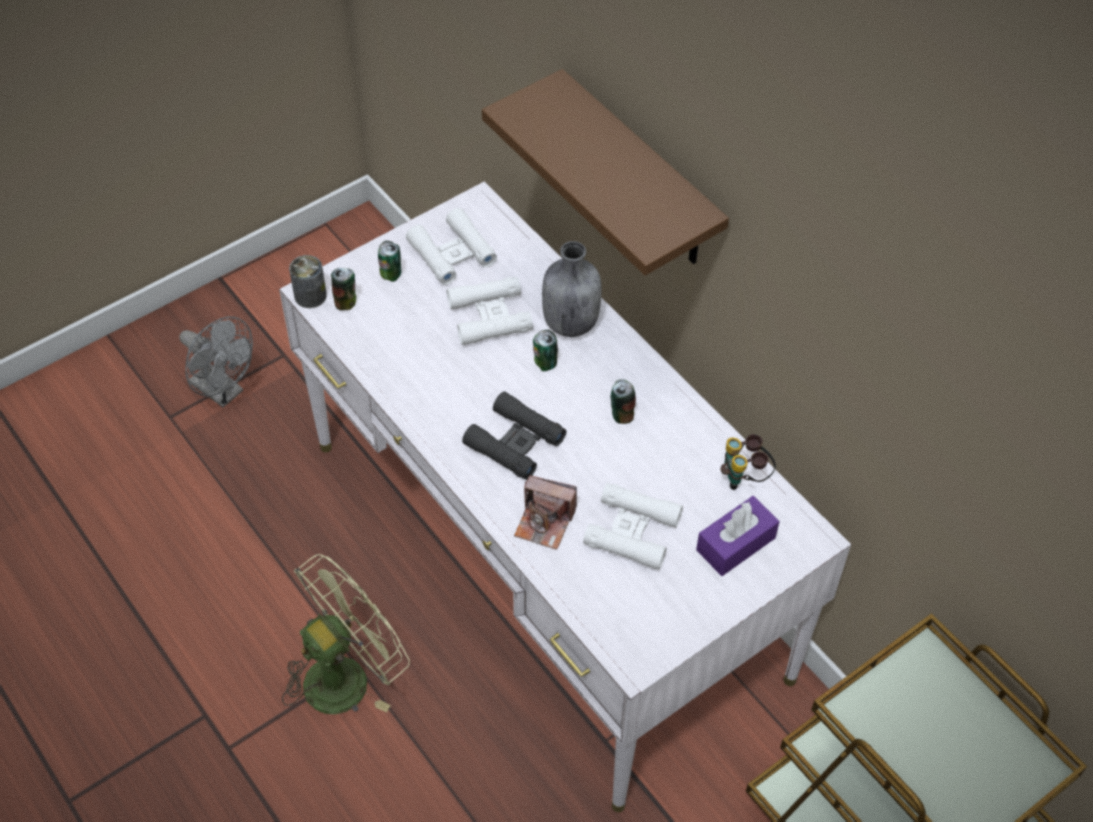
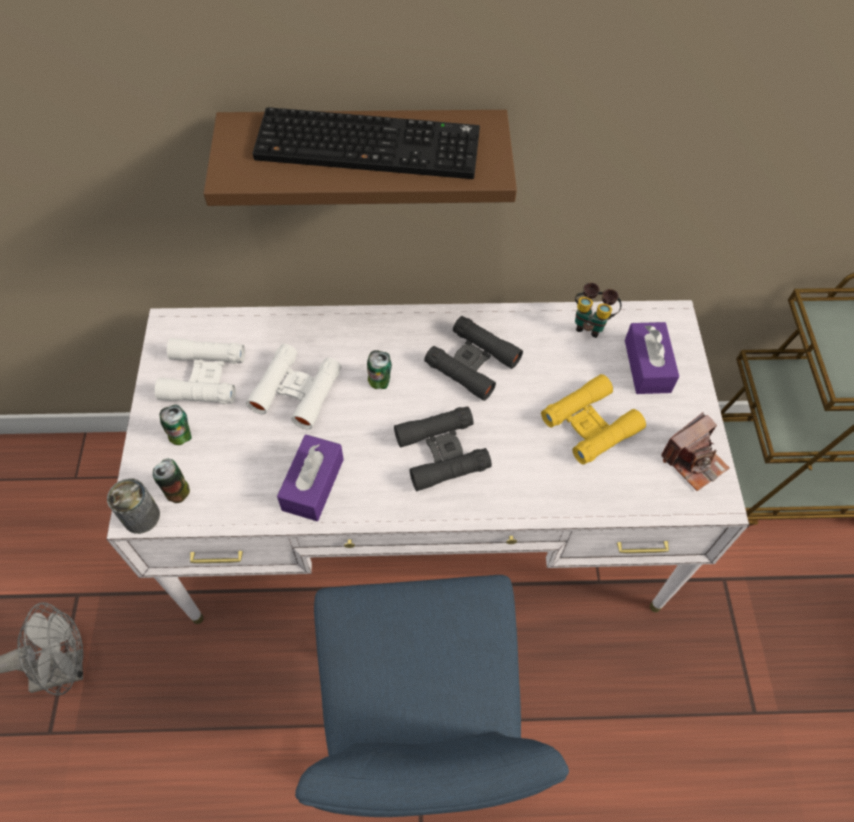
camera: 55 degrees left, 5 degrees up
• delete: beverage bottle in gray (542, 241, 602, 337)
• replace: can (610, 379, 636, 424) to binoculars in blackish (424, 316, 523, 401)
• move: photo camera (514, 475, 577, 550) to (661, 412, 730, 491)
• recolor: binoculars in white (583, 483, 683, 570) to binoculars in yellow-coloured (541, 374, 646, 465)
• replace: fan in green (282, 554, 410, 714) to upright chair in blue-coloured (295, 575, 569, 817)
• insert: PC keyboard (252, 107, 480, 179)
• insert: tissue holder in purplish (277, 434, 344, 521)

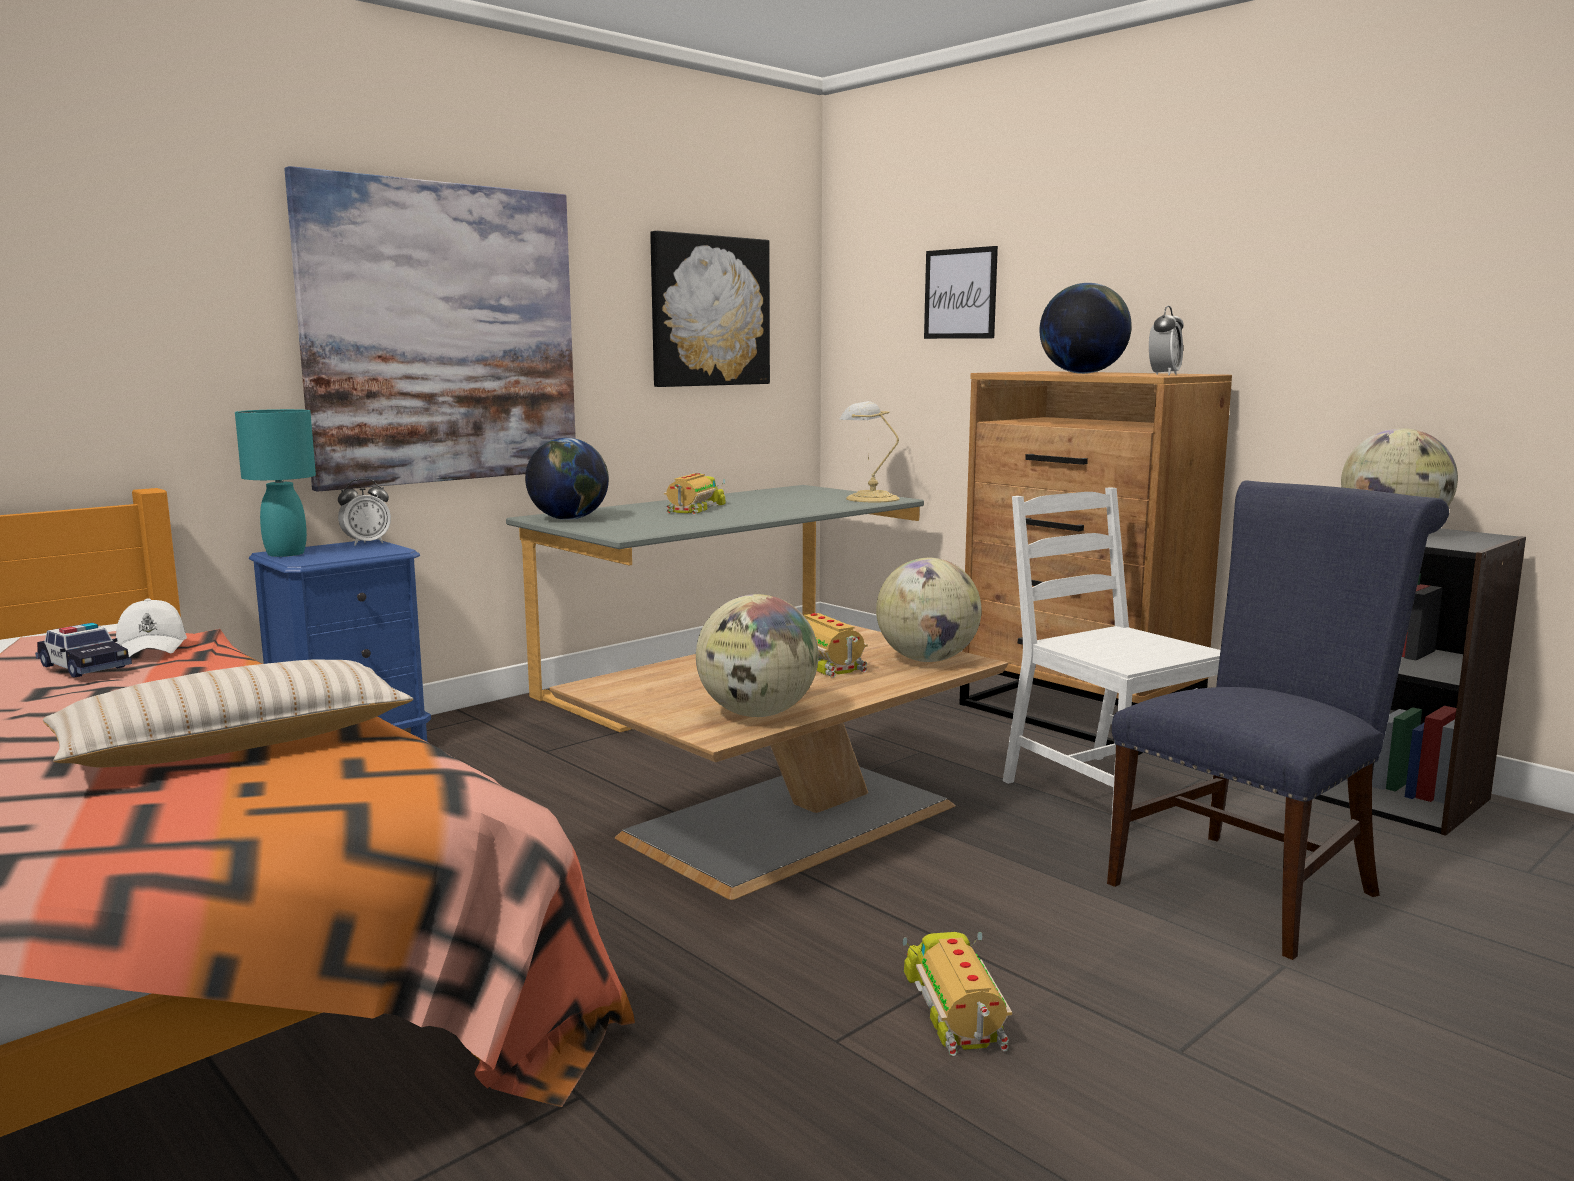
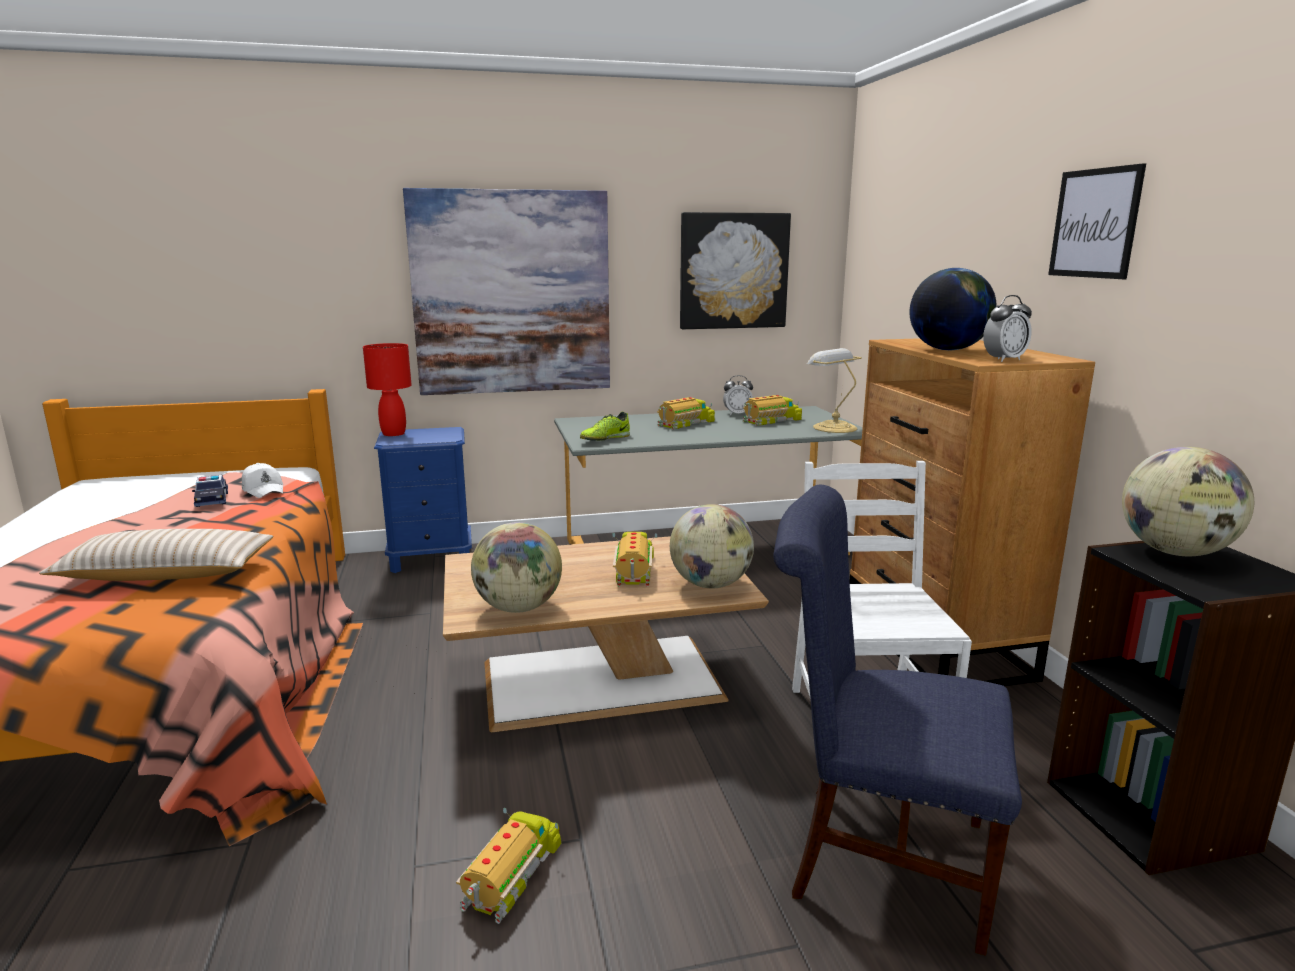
camera: 30 degrees right, 5 degrees up
• move: wall art (924, 246, 998, 339) to (1048, 163, 1146, 279)
• recolor: tabletop lamp in turquoise (235, 409, 316, 557) to tabletop lamp in red-coloured (363, 343, 411, 436)
• delete: globe (525, 438, 609, 520)
• move: bedside clock (338, 478, 391, 546) to (723, 375, 753, 415)
• rotate: upright chair in blue-coloured (1107, 480, 1449, 960) = (773, 485, 1022, 956) 150 degrees counterclockwise
• rotate: cap in white (116, 599, 187, 657) = (242, 463, 283, 498) 45 degrees counterclockwise
• insert: toy lorry (743, 395, 802, 426)
• insert: shoe (580, 412, 630, 441)

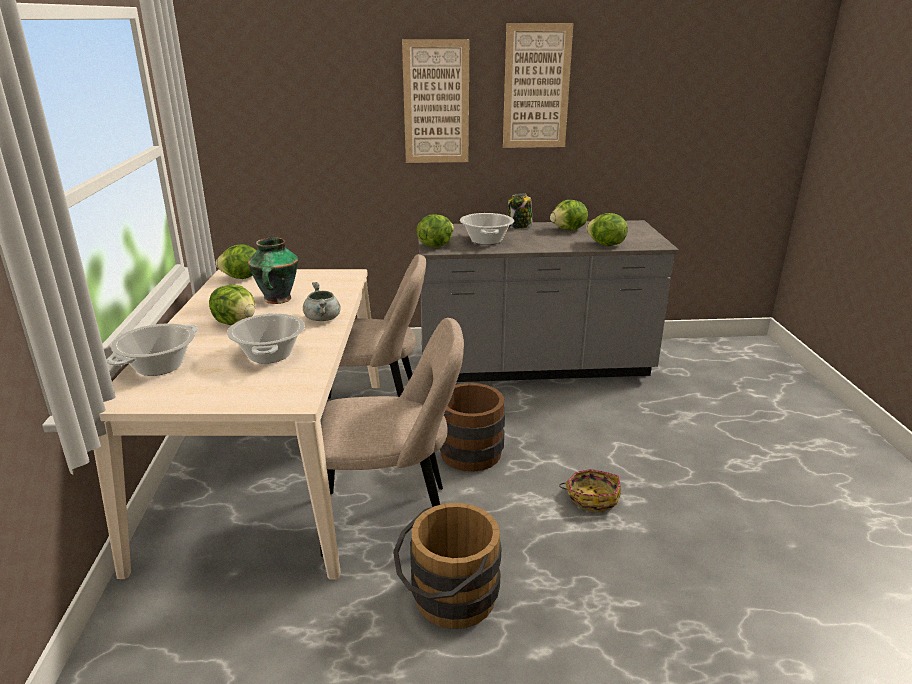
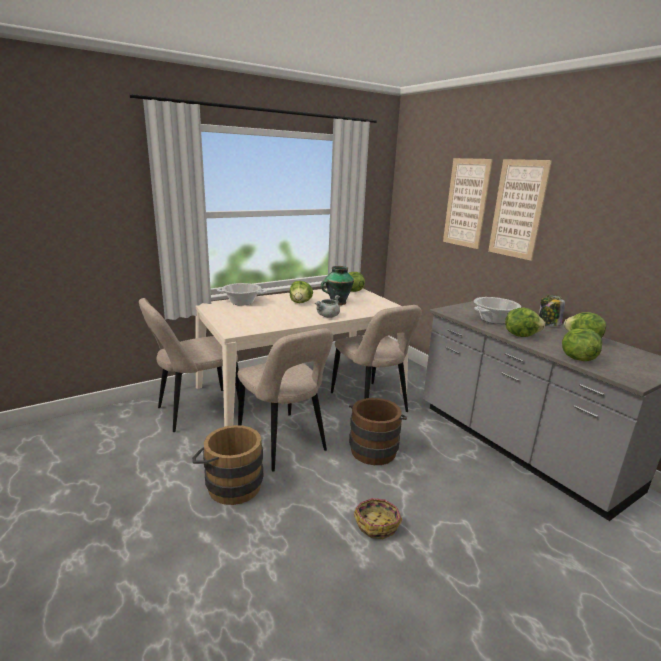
camera: 60 degrees right, 5 degrees down
• move: wall art (503, 23, 574, 148) to (443, 158, 493, 249)
• move: head of lettuce (416, 215, 454, 248) to (505, 307, 545, 337)
• delete: saucepot (227, 313, 305, 364)
• insert: upright chair in beige-coloured (139, 298, 240, 432)

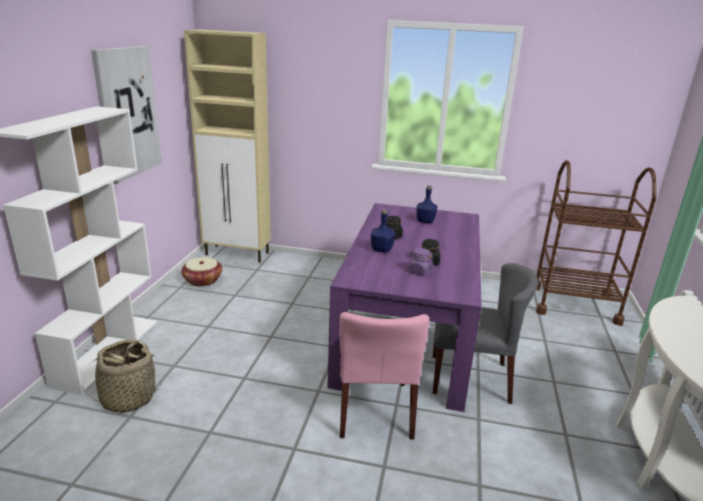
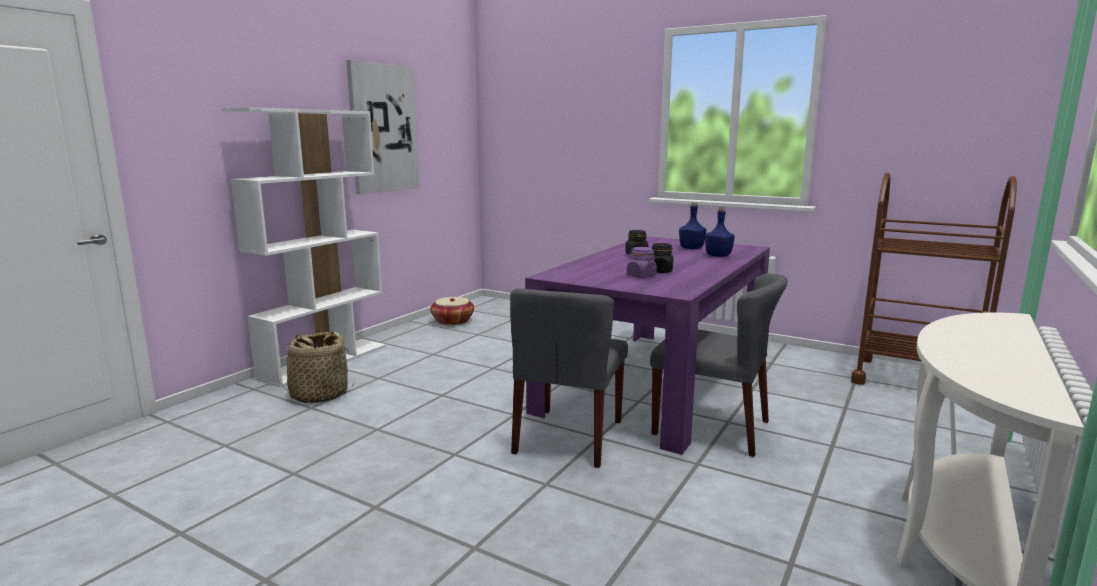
camera: 20 degrees right, 10 degrees down
• delete: cabinet in beige-coloured (184, 30, 271, 263)
• move: beverage bottle in blue-coloured (371, 209, 395, 253) to (705, 207, 735, 257)
• recolor: upright chair in pink (339, 312, 429, 440) to upright chair in gray (510, 288, 628, 468)

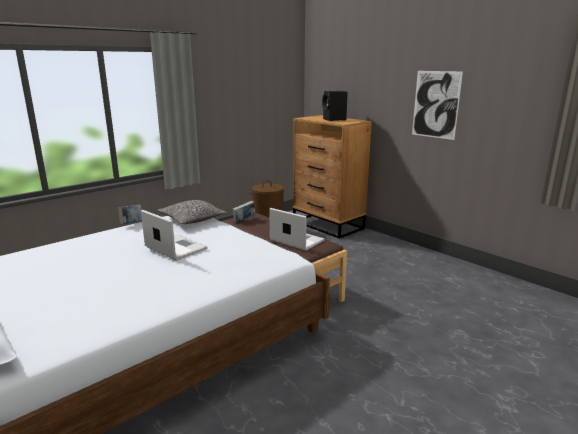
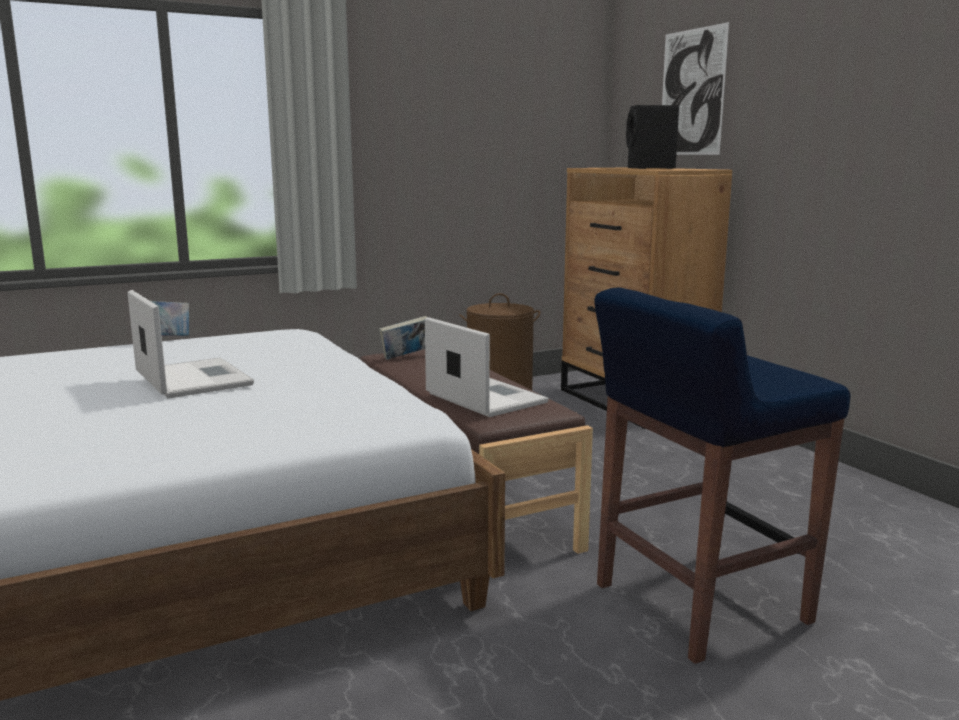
camera: 15 degrees right, 5 degrees down
• move: wall art (412, 71, 463, 140) to (662, 22, 729, 155)
• delete: pillow (158, 200, 227, 224)
• insert: stool seat in blue-coloured (594, 288, 850, 664)

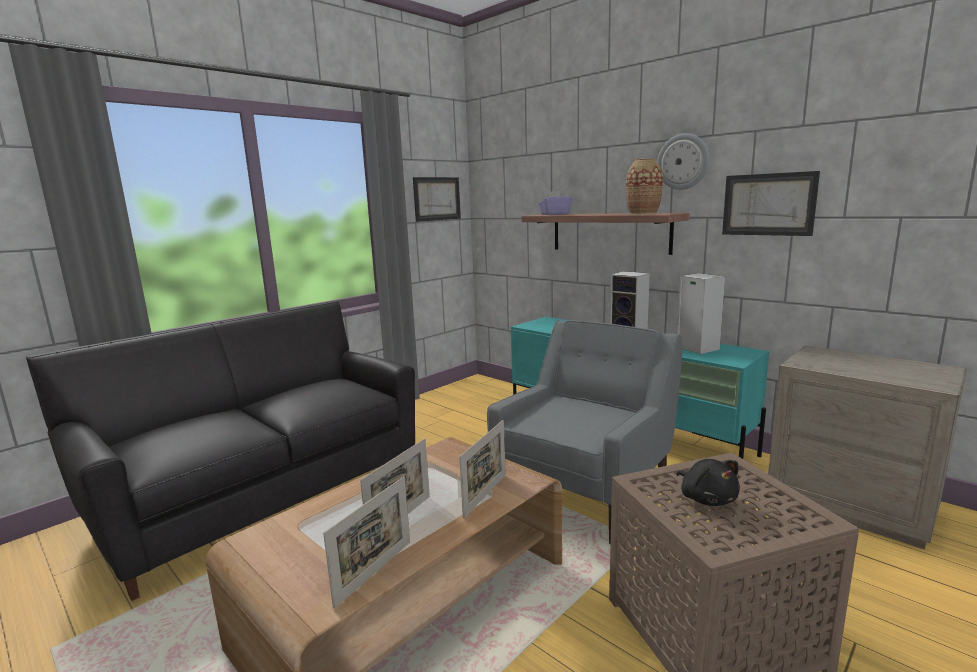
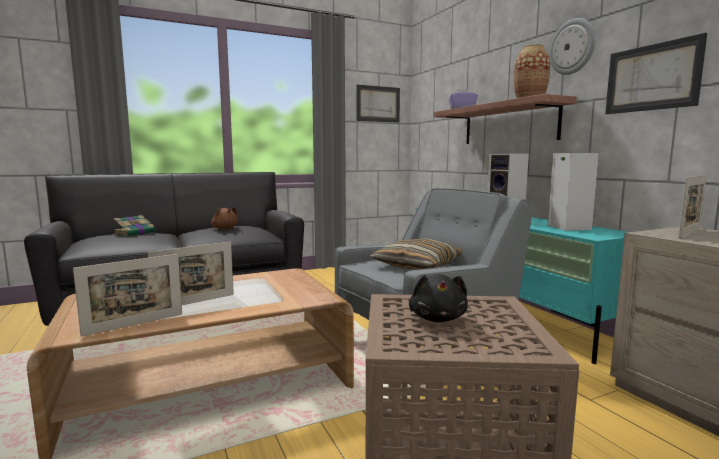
camera: 20 degrees right, 5 degrees down
• move: standing frame (459, 420, 506, 519) to (679, 175, 706, 238)
• insert: soft toy in brown-coloured (211, 207, 239, 229)
• insert: book (114, 215, 158, 236)
• insert: pillow (370, 238, 462, 270)

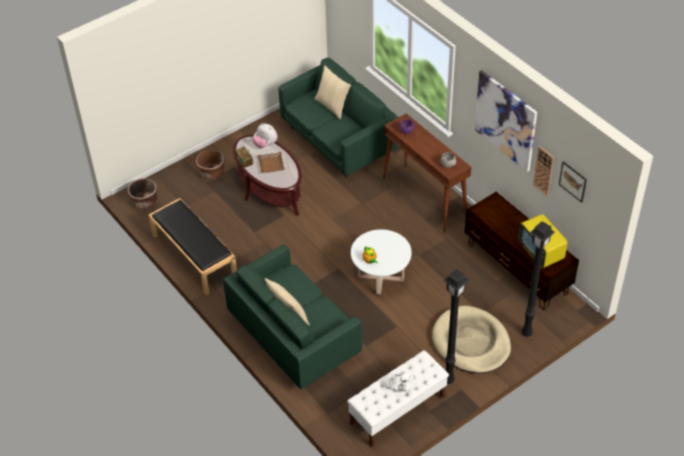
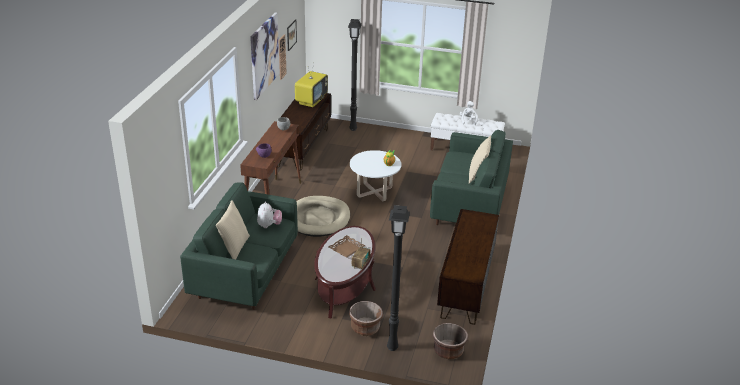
camera: 130 degrees left, 15 degrees down
• move: soft toy (253, 123, 277, 148) to (257, 202, 282, 228)
• replace: indoor bench in blackish (148, 198, 237, 296) to media console in brown-coloured (437, 209, 499, 325)
• move: standing lamp in blackish (444, 269, 470, 384) to (387, 205, 410, 351)
• move: dog bed in beige-coloured (432, 305, 511, 373) to (297, 196, 350, 237)

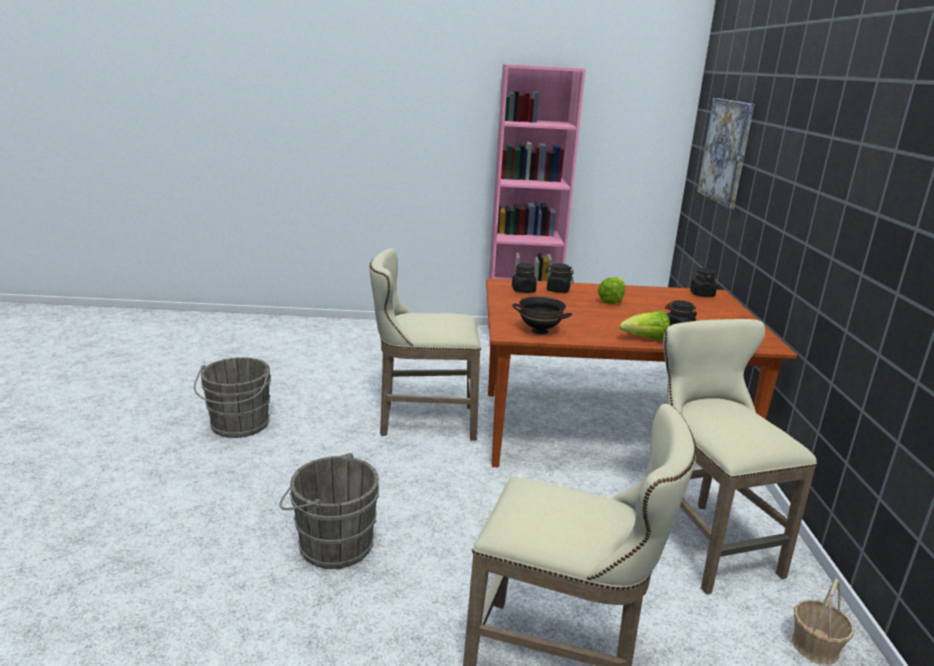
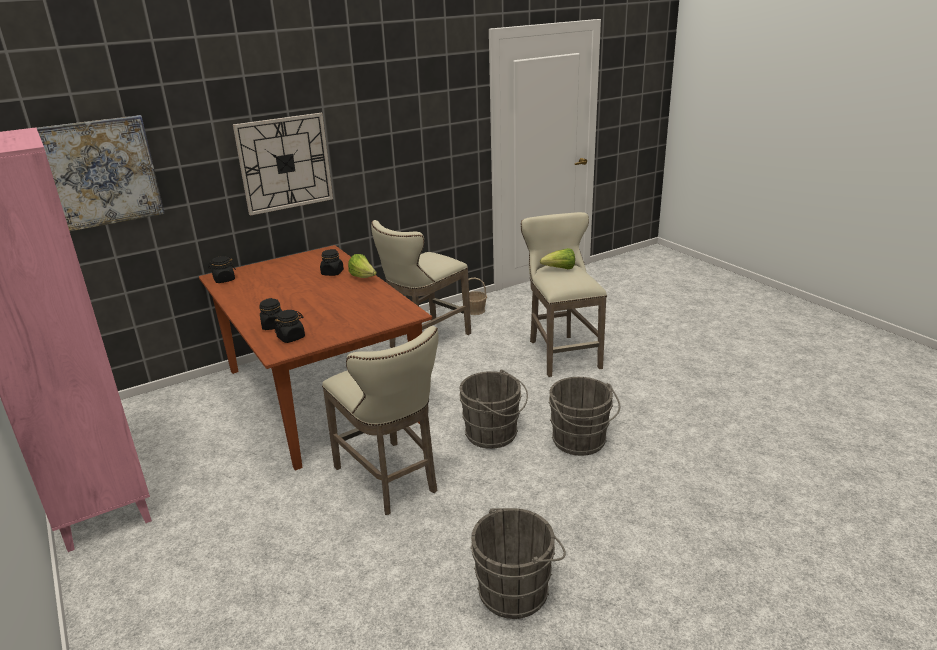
camera: 120 degrees left, 5 degrees up
• move: head of lettuce (598, 277, 625, 304) to (540, 248, 575, 269)
• delete: serving bowl in blackish (512, 296, 572, 334)
• insert: clock on the wall (233, 113, 333, 216)
• insert: bucket in gray (460, 370, 528, 449)

